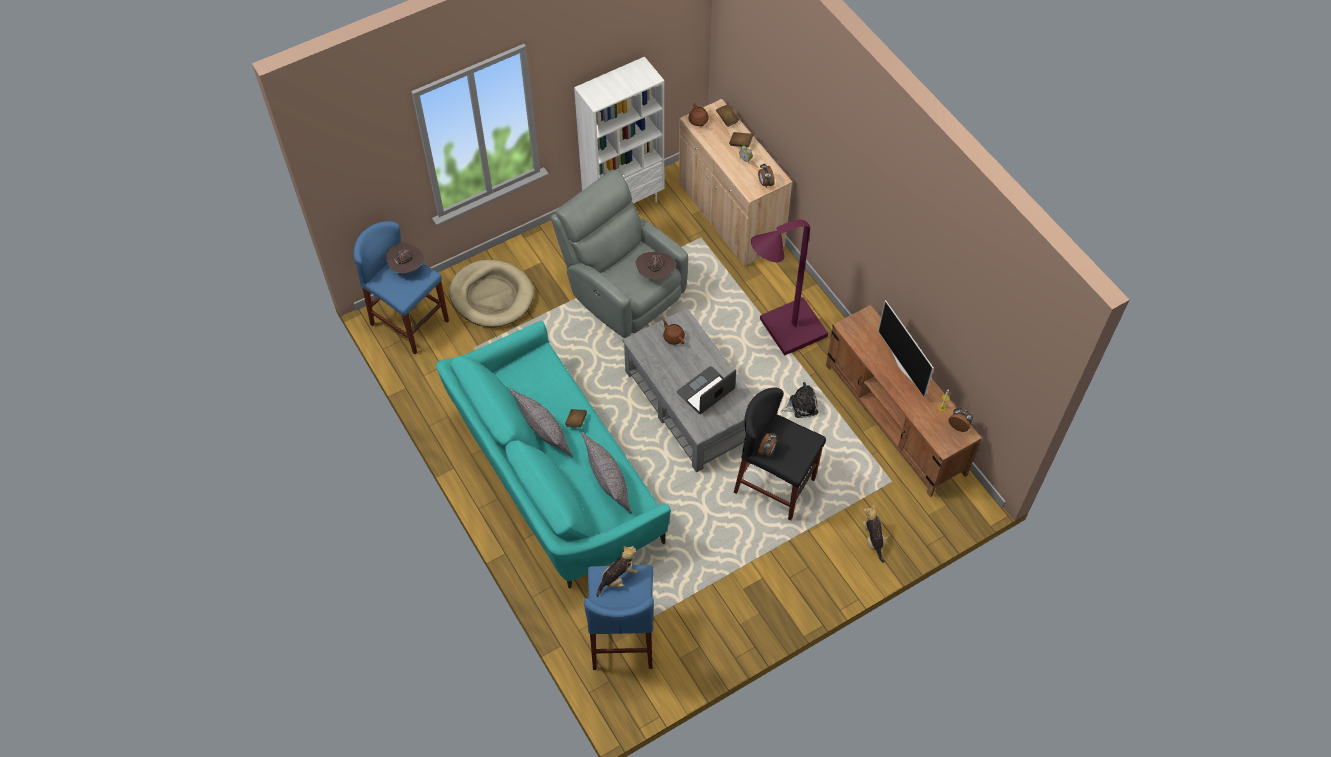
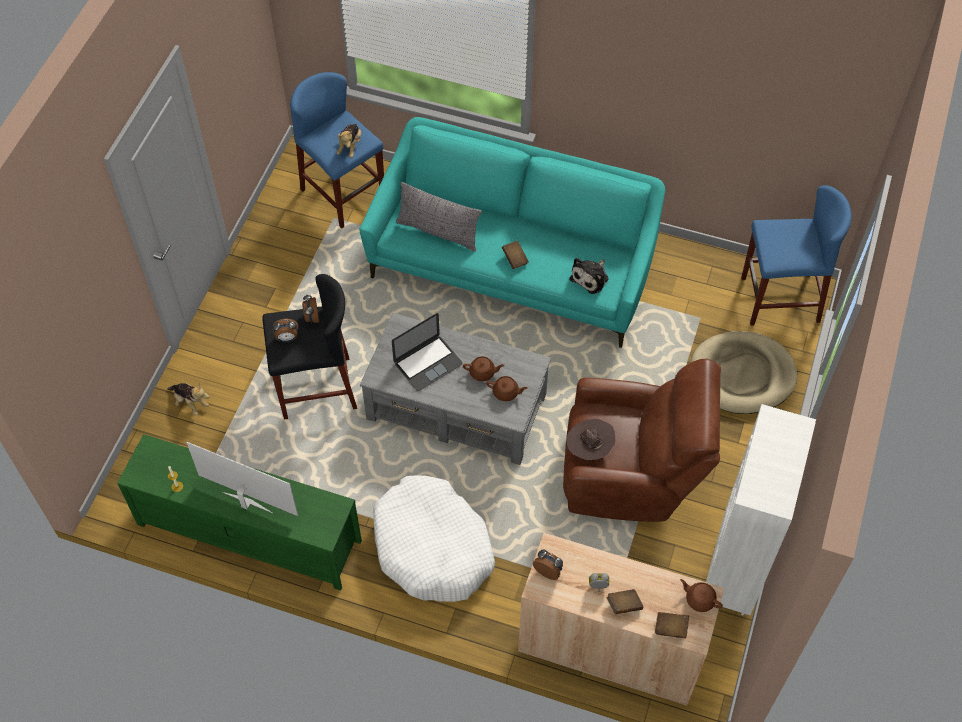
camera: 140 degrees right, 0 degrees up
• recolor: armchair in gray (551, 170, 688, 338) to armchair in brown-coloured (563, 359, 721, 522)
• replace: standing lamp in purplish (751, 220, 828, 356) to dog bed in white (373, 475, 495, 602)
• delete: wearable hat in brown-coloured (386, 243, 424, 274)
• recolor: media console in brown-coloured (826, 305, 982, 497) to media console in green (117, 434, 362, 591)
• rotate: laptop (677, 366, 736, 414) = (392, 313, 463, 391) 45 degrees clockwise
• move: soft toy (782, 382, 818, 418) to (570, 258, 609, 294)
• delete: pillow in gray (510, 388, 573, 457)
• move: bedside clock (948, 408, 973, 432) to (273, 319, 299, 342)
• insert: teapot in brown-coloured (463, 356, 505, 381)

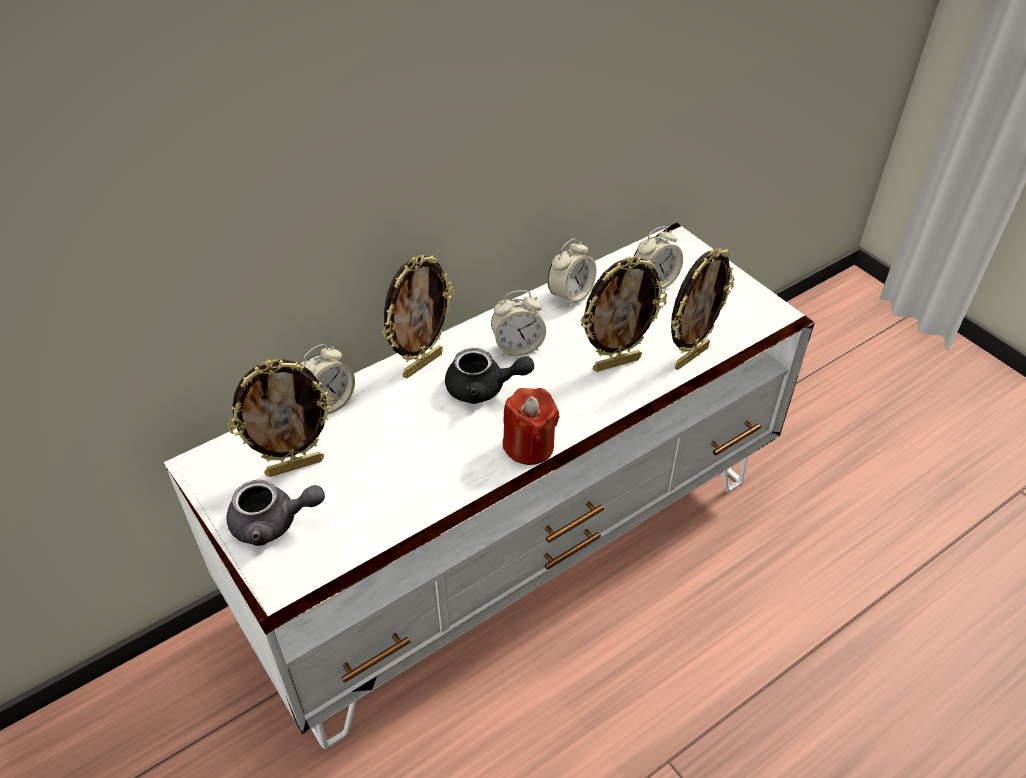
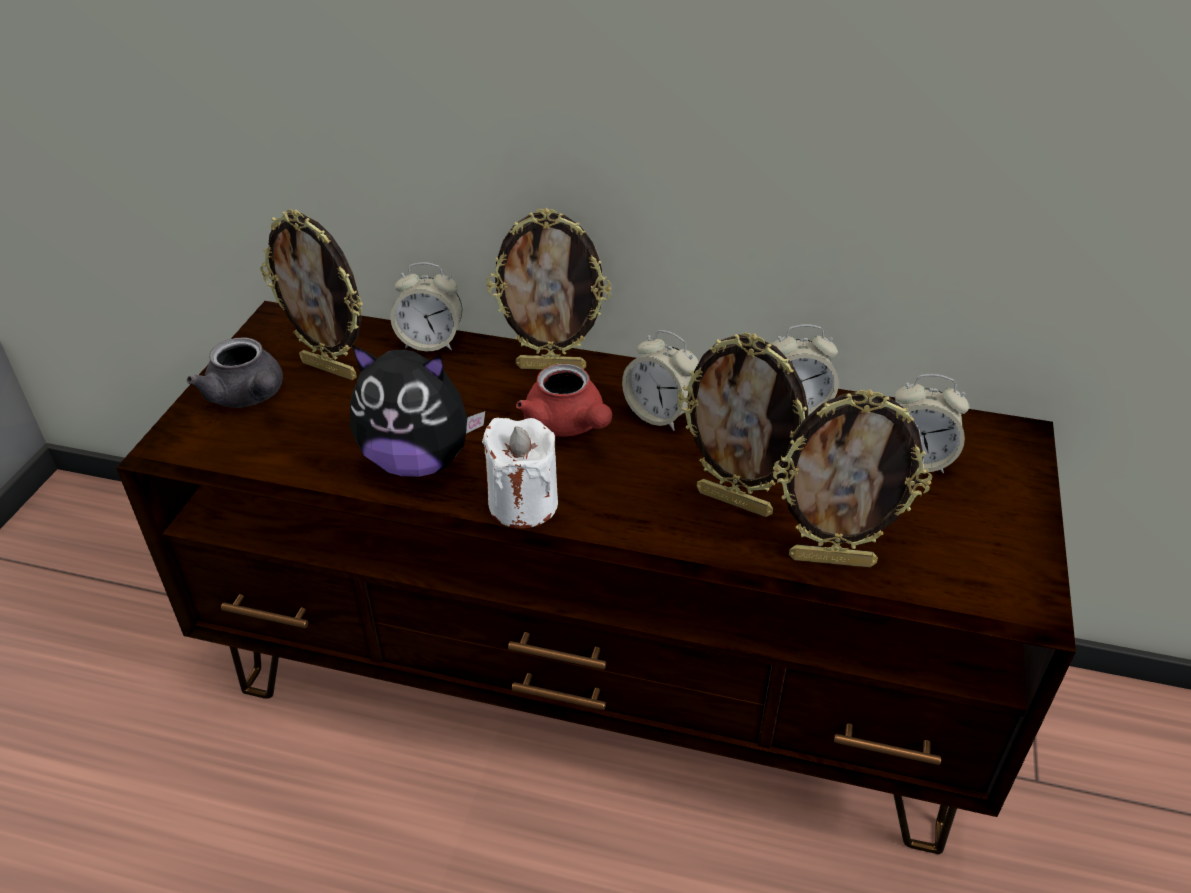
camera: 50 degrees right, 5 degrees down
• recolor: media console in white (164, 223, 814, 749) to media console in brown-coloured (116, 301, 1076, 854)
• recolor: teapot in blackish (445, 348, 534, 404) to teapot in red-coloured (516, 364, 612, 437)
• recolor: candle in red-coloured (503, 388, 559, 465) to candle in white (482, 418, 558, 529)
• insert: soft toy (350, 345, 485, 477)

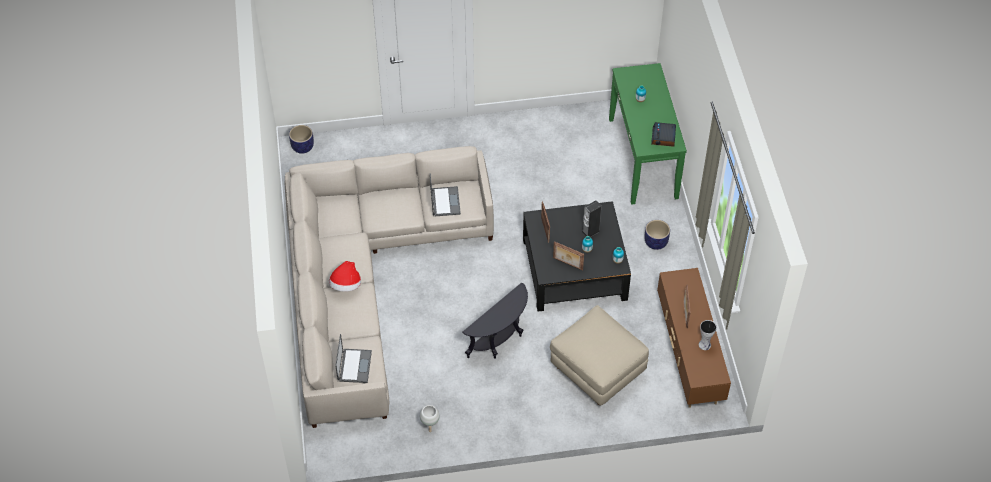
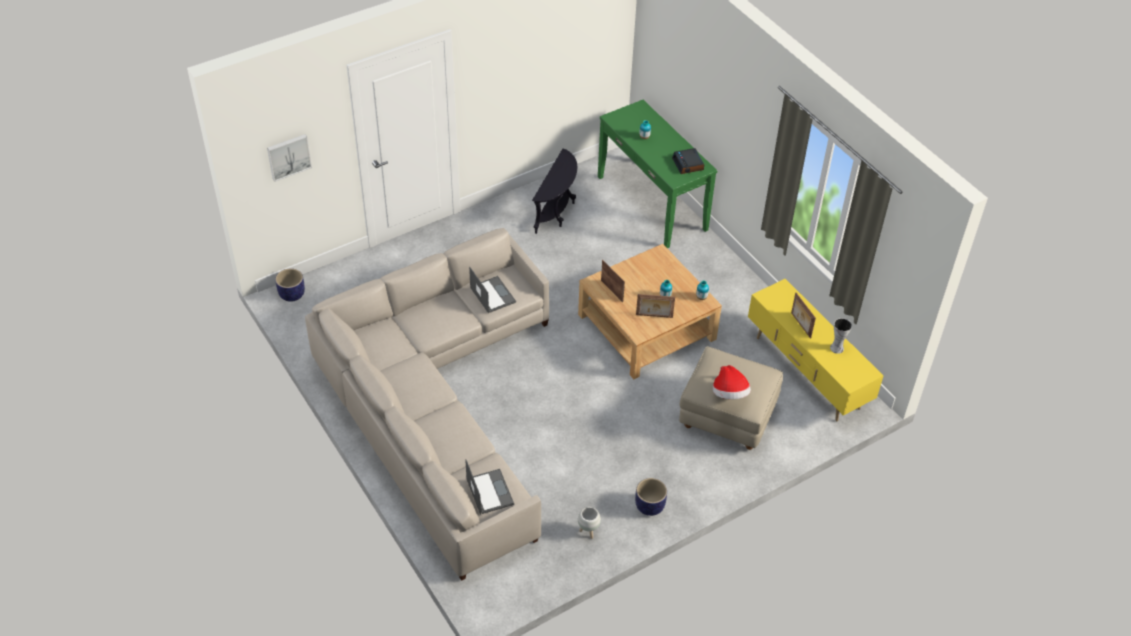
camera: 25 degrees left, 5 degrees down
• delete: speaker (581, 200, 601, 237)
• recolor: low table in blackish (523, 201, 631, 312) to low table in beige-coloured (578, 244, 722, 379)
• move: flower pot (645, 220, 670, 250) to (635, 478, 667, 516)
• move: wearable hat (329, 261, 361, 292) to (713, 365, 751, 399)
• recolor: media console in brown-coloured (657, 268, 731, 408) to media console in yellow-coloured (748, 279, 883, 421)
• move: accent table in blackish (462, 282, 528, 359) to (532, 149, 577, 234)
• insert: wall art (267, 134, 312, 182)

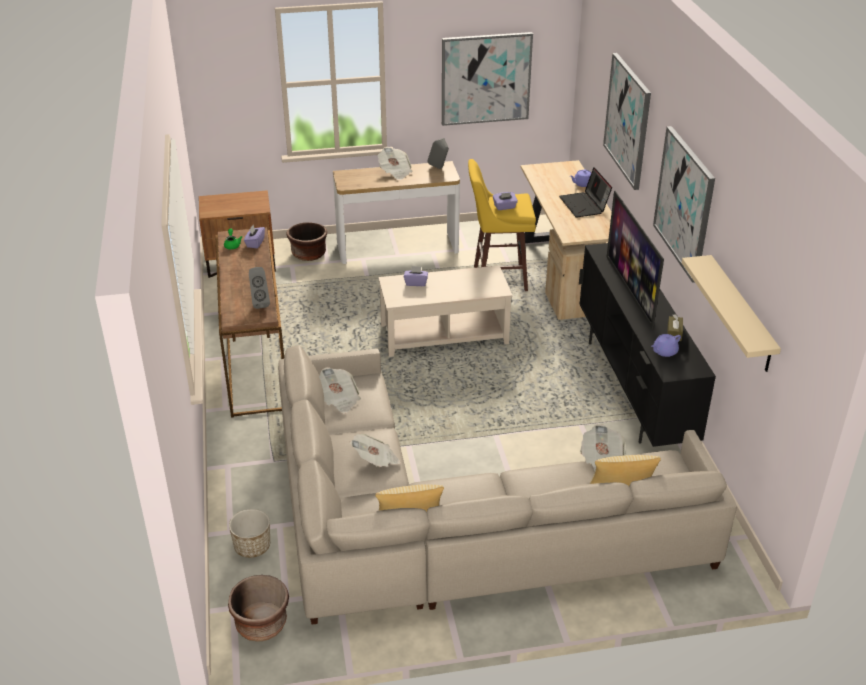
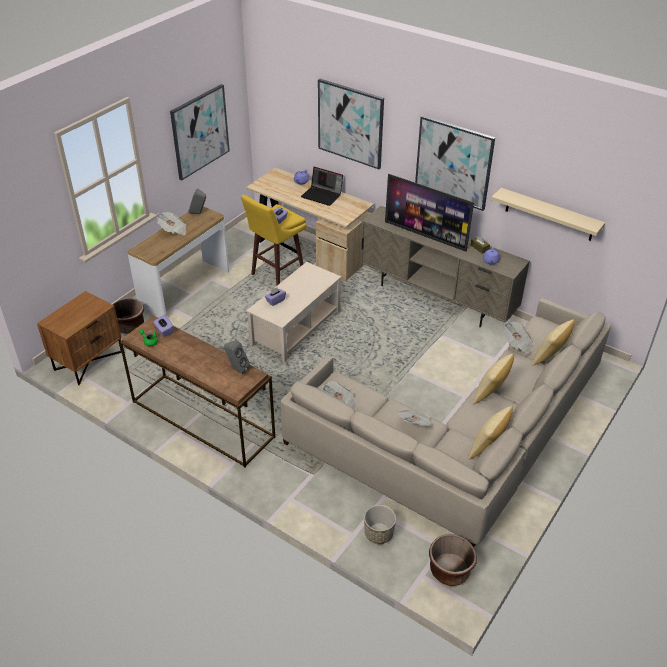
camera: 45 degrees left, 5 degrees up
• recolor: media console in blackish (579, 243, 716, 447) to media console in beige-coloured (361, 206, 530, 328)
• insert: pillow (473, 354, 514, 405)

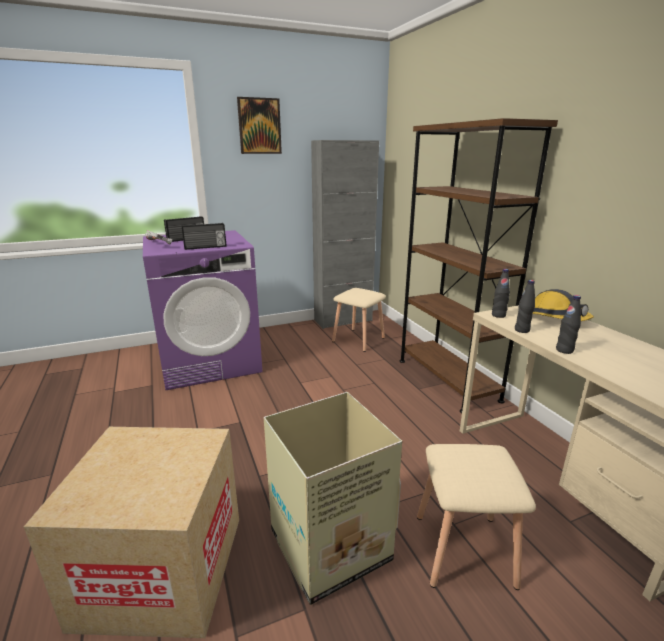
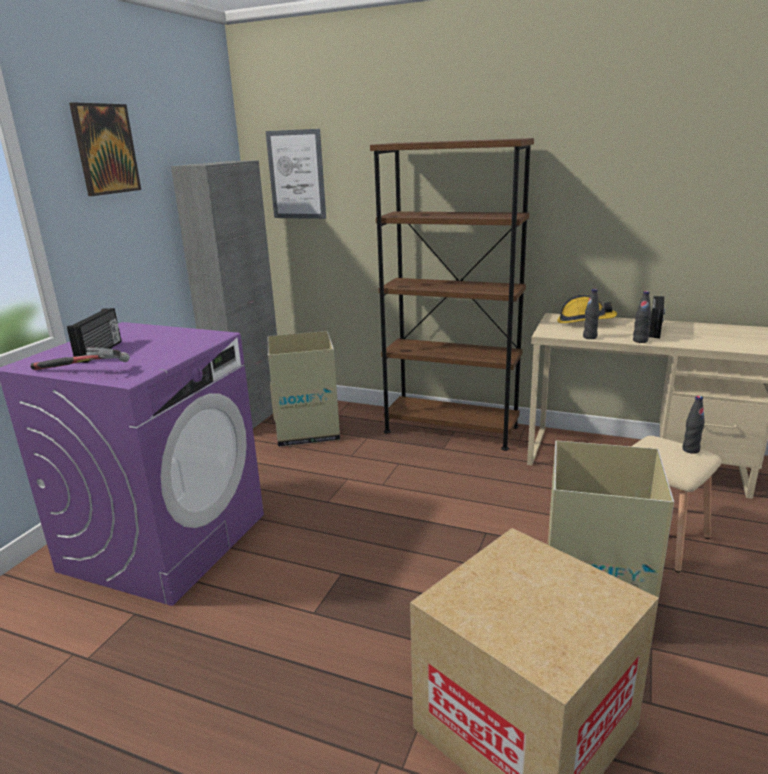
camera: 45 degrees left, 0 degrees up
• move: radio (182, 223, 227, 250) to (649, 296, 666, 338)
• move: beverage bottle in blackish (492, 269, 510, 318) to (682, 396, 705, 454)
• replace: stool seat in beige-coloured (332, 288, 386, 352) to packing box (268, 331, 340, 447)
• insert: wall art (266, 129, 326, 219)

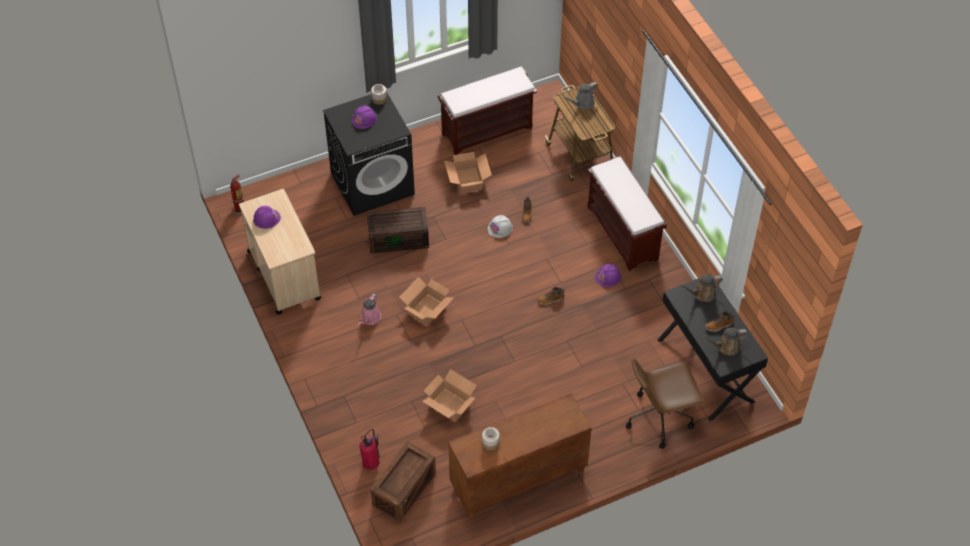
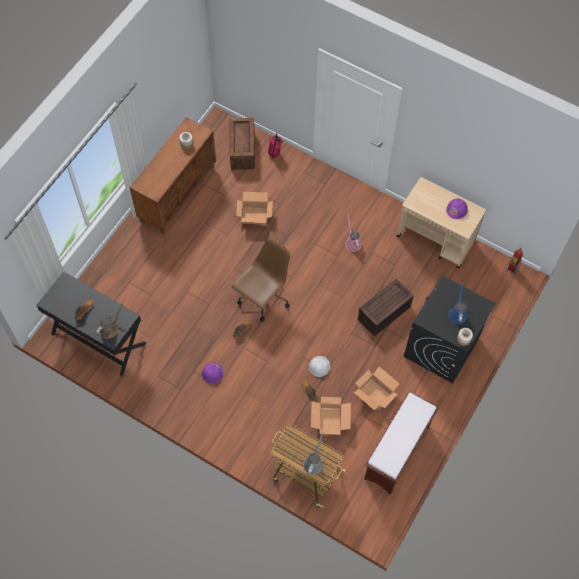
camera: 145 degrees right, 10 degrees up
• replace: safety helmet in purplish (351, 105, 377, 129) to sprinkling can in blue-coloured (449, 282, 467, 324)
• delete: indoor bench in brown-coloured (587, 156, 667, 271)
• move: packing box (399, 277, 454, 326) to (311, 397, 351, 435)
• delete: sprinkling can in brown-coloured (701, 328, 748, 356)
• move: office chair in brown-coloured (626, 358, 705, 449) to (231, 238, 290, 322)

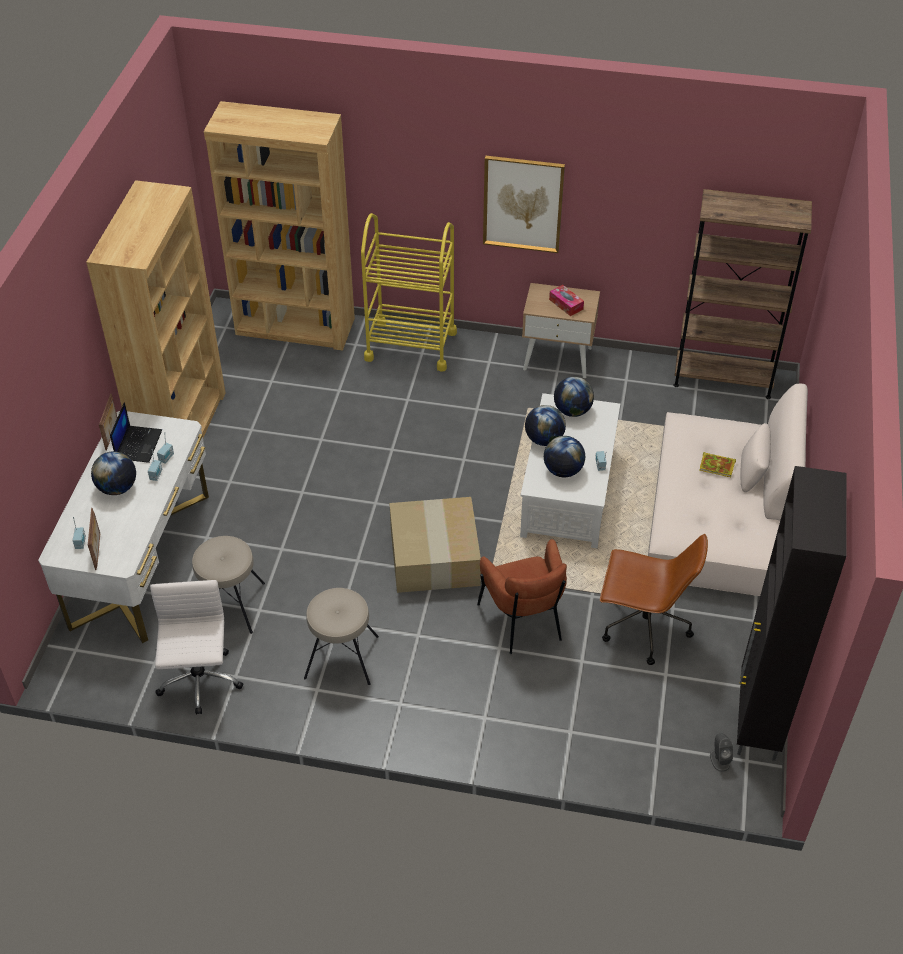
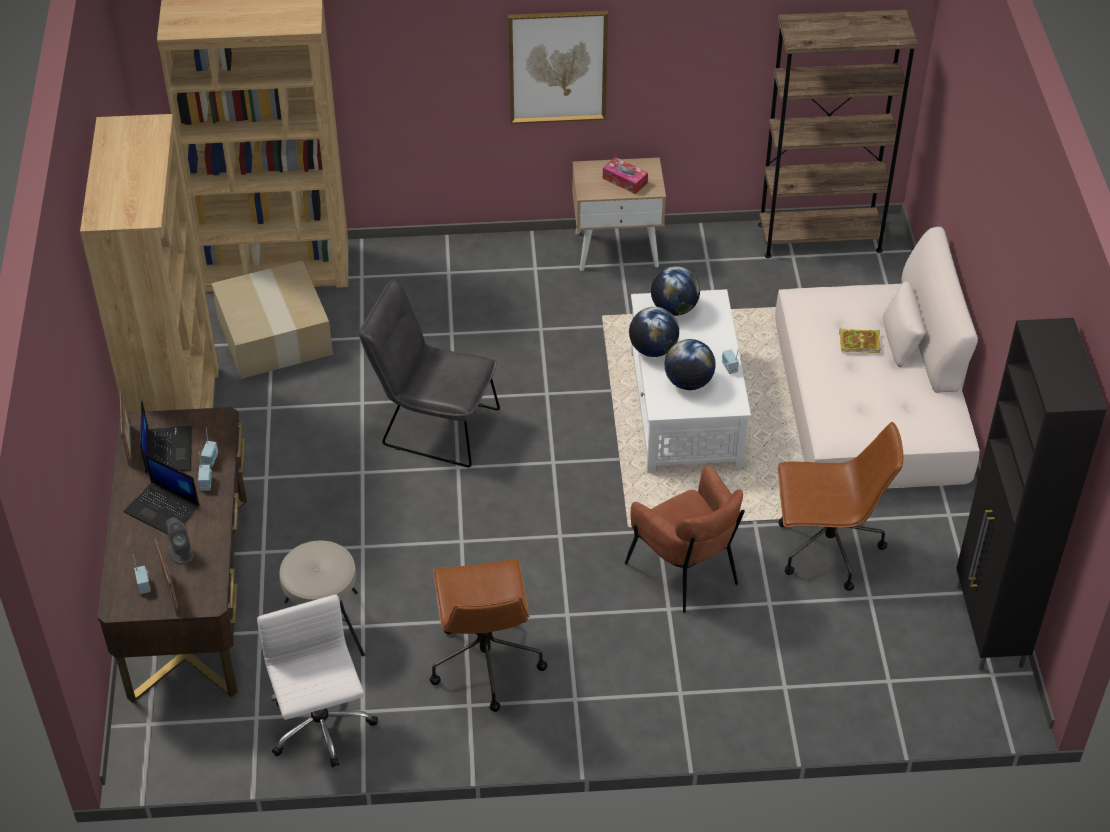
camera: 15 degrees left, 0 degrees up
• delete: cart in yellow-coloured (361, 213, 457, 372)
• recolor: desk unit in white (38, 411, 209, 643) to desk unit in brown-coloured (98, 407, 247, 703)
• replace: globe (91, 451, 136, 495) to laptop (123, 454, 199, 535)
• move: packing box (390, 497, 481, 593) to (212, 260, 333, 379)
• replace: stool seat in beige-coloured (304, 588, 379, 685) to office chair in brown-coloured (429, 559, 547, 712)
• move: speaker in gray (710, 733, 733, 772) to (166, 517, 193, 565)
• insert: upright chair in gray (359, 279, 500, 468)

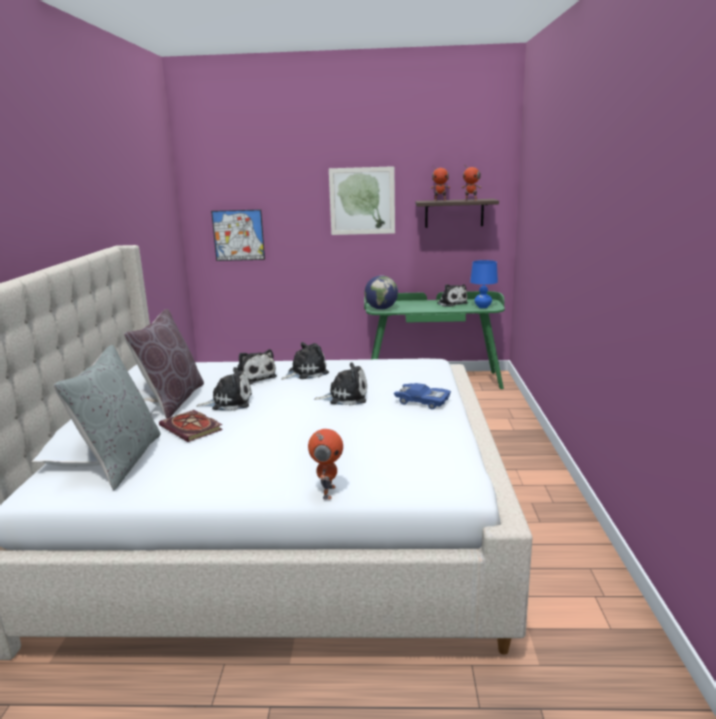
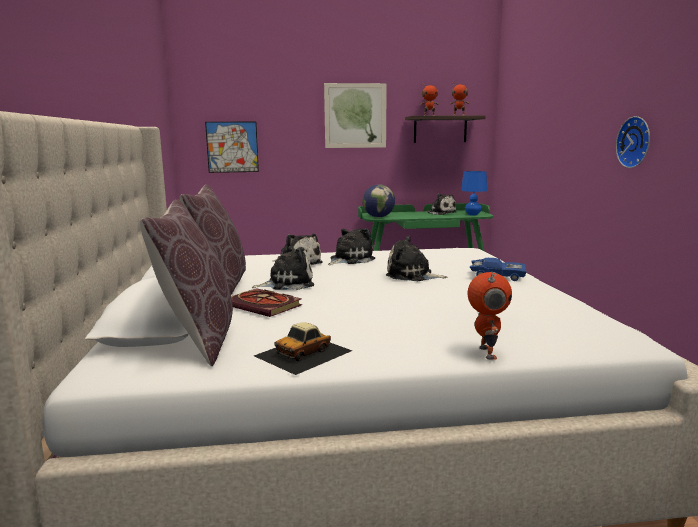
camera: 10 degrees left, 5 degrees down
• recolor: pillow in gray (53, 345, 161, 490) to pillow in brown-coloured (140, 200, 233, 366)
• rotate: soft toy (314, 362, 367, 406) = (386, 235, 447, 281) 150 degrees counterclockwise
• insert: clock on the wall (616, 116, 650, 168)
• insert: model car (254, 322, 352, 375)

